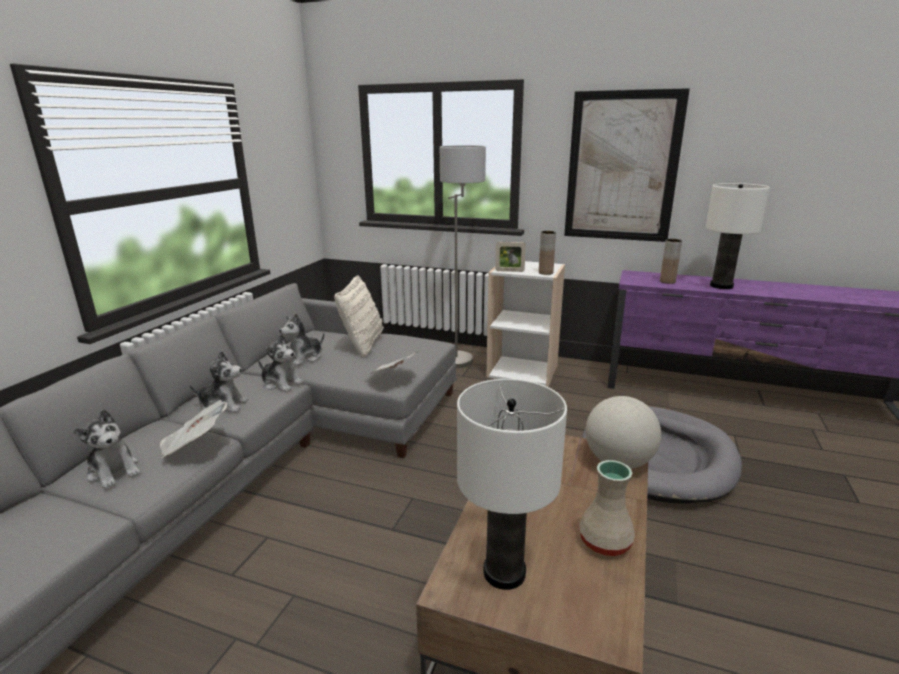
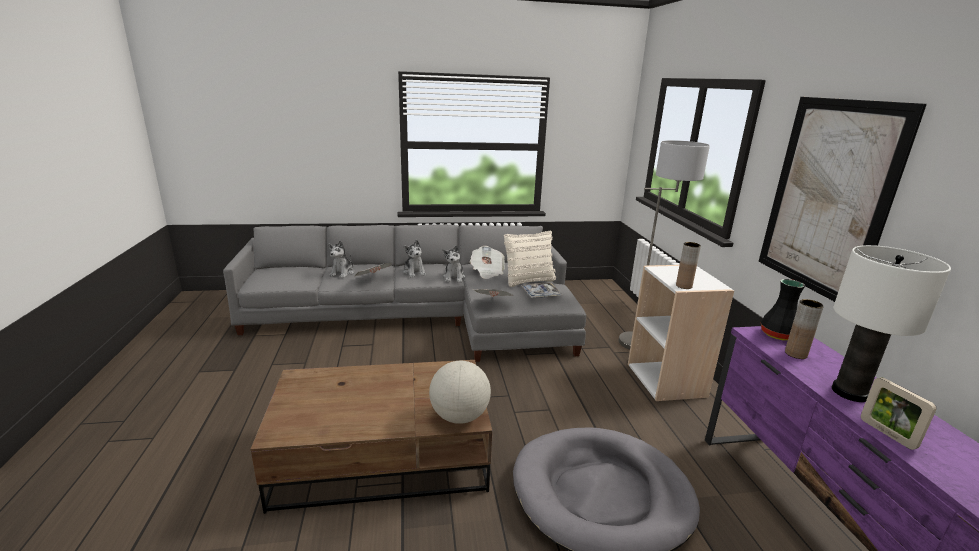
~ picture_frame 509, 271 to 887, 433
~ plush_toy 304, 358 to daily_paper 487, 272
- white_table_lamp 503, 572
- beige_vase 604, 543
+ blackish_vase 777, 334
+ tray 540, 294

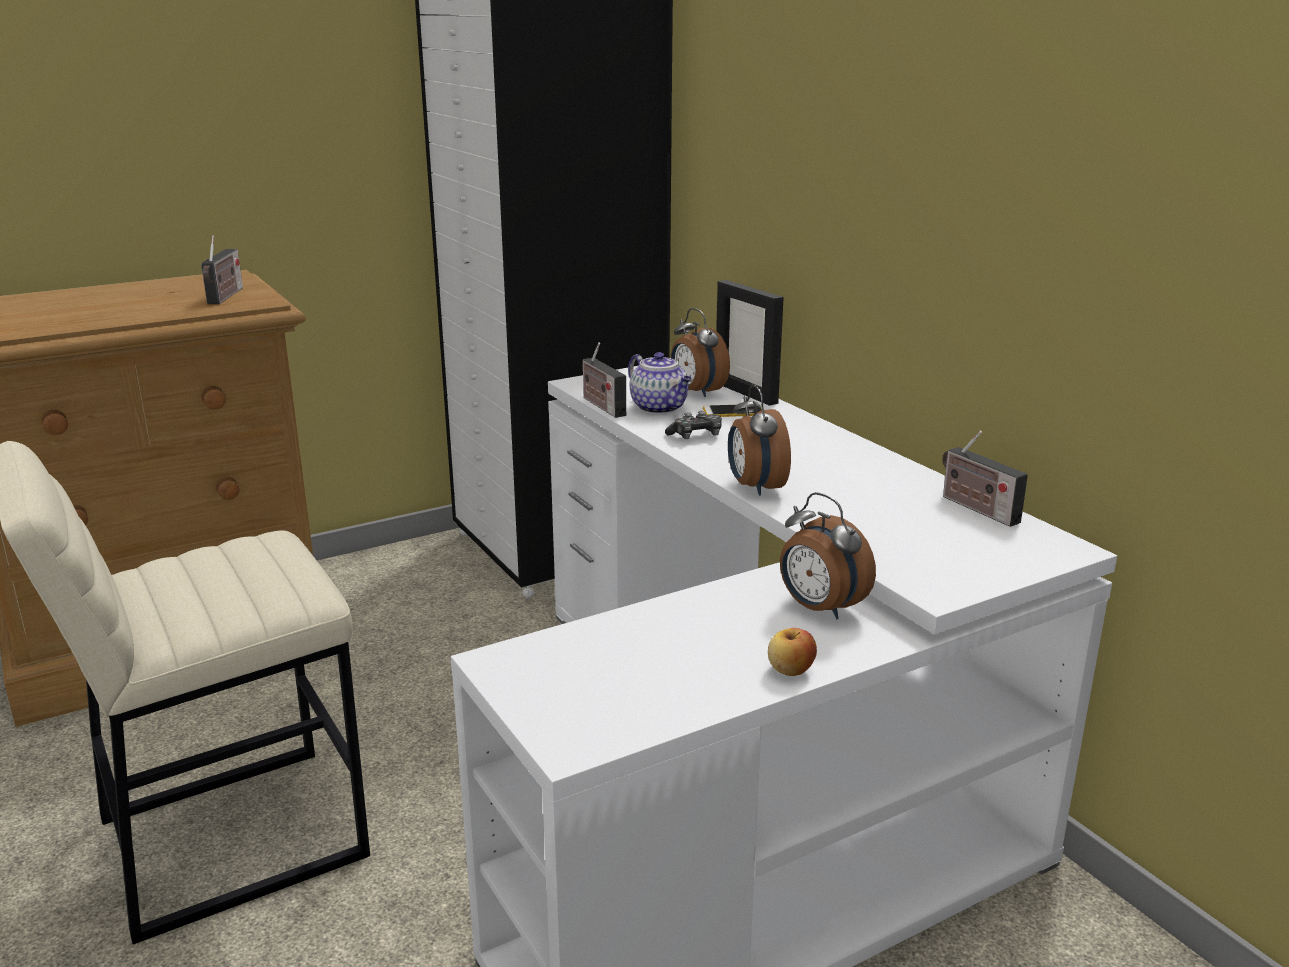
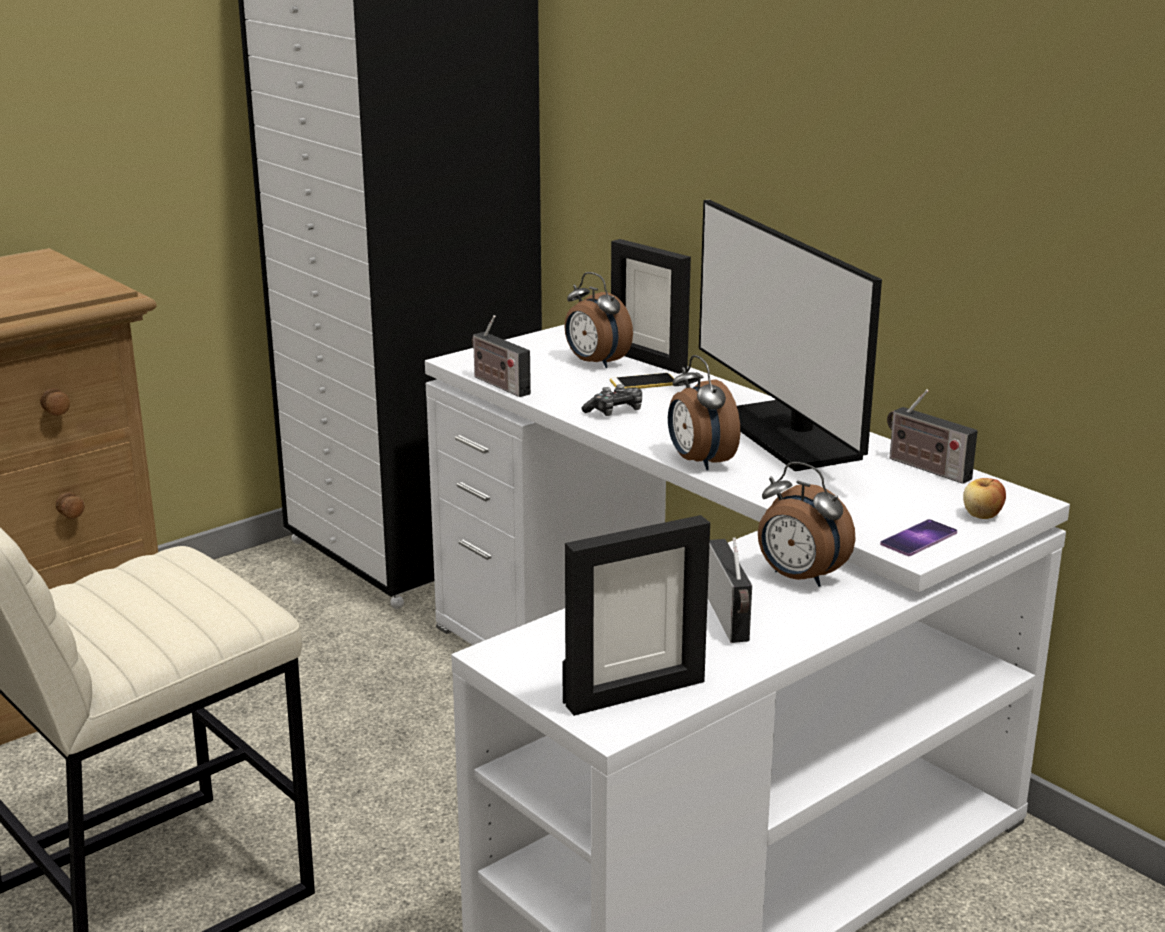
~ radio 225, 296 to 729, 619
- teapot 660, 408
~ apple 790, 670 to 982, 515
+ computer_screen 787, 436
+ picture_frame 634, 692
+ handset 919, 538

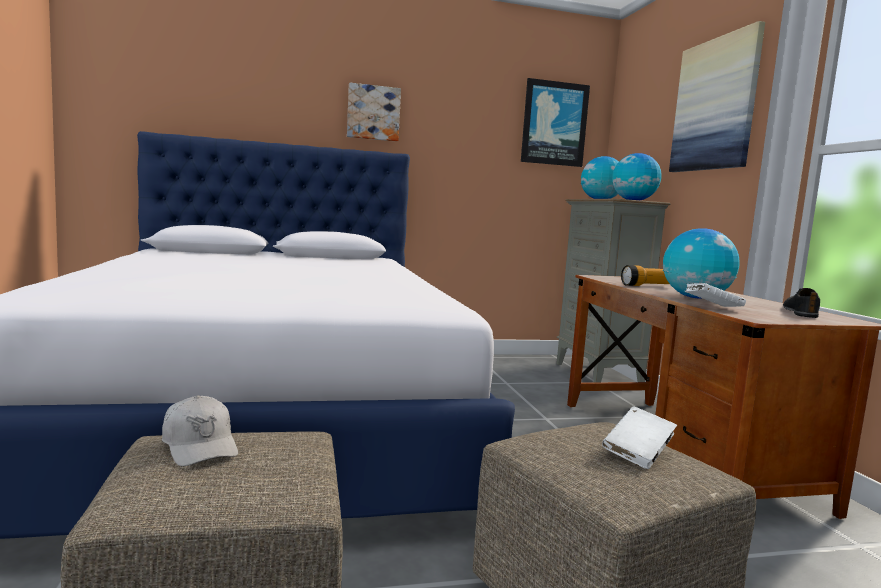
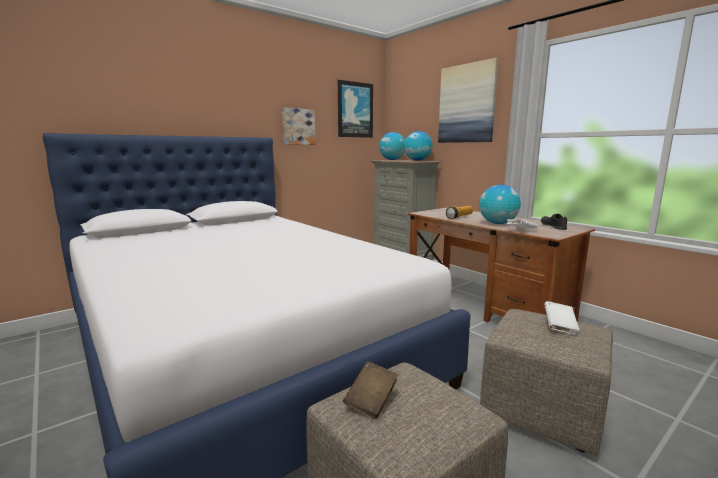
~ wall_art 373, 113 to 298, 127
~ white_peaked_cap 200, 446 to brownish_bound_book 371, 401

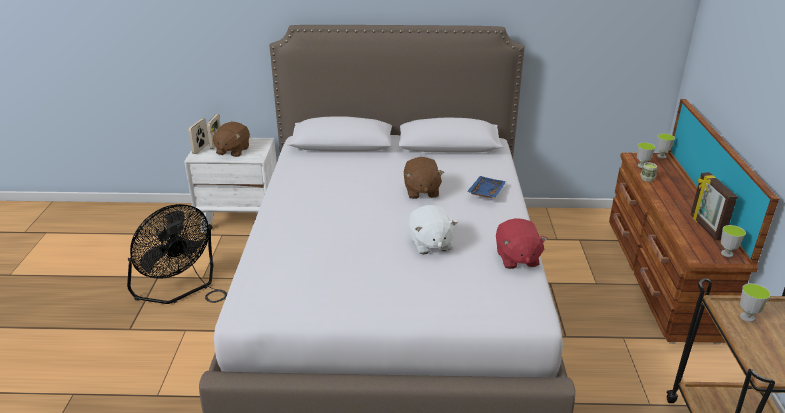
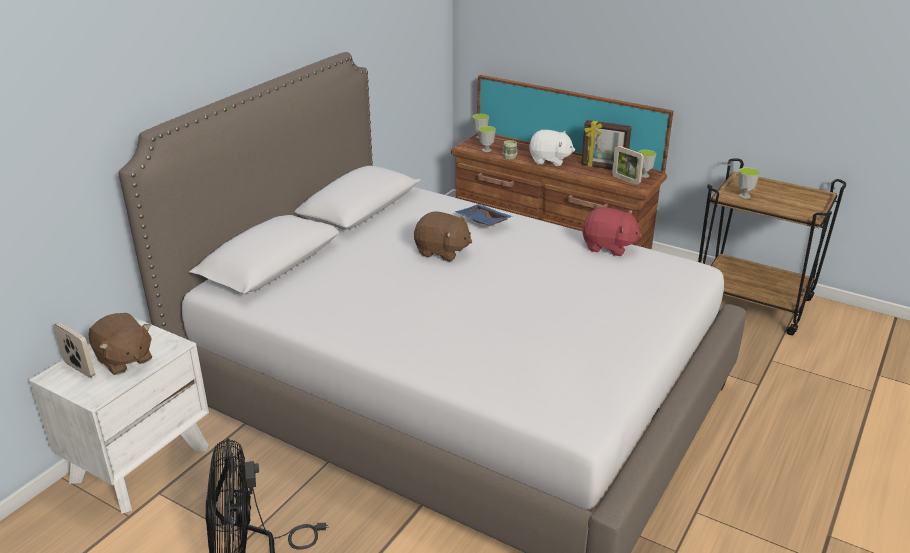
~ picture_frame 201, 148 to 626, 180
~ white_plush_toy 430, 244 to 549, 160

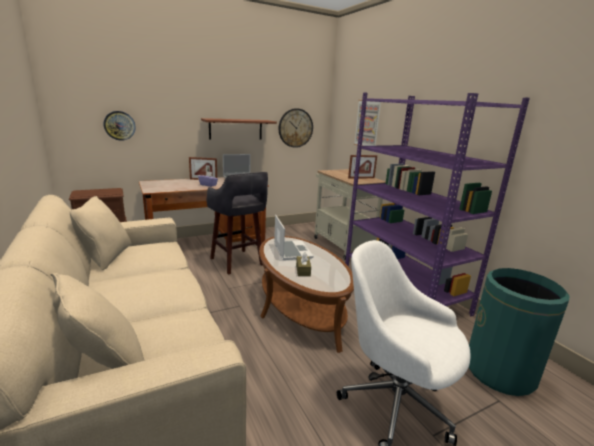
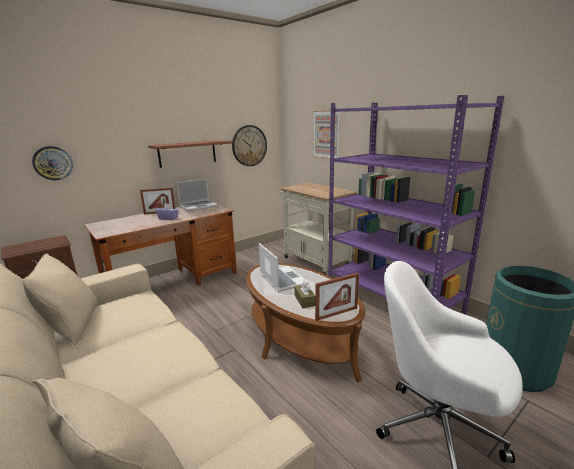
~ picture_frame 361, 178 to 336, 314
- grey_stool 237, 263

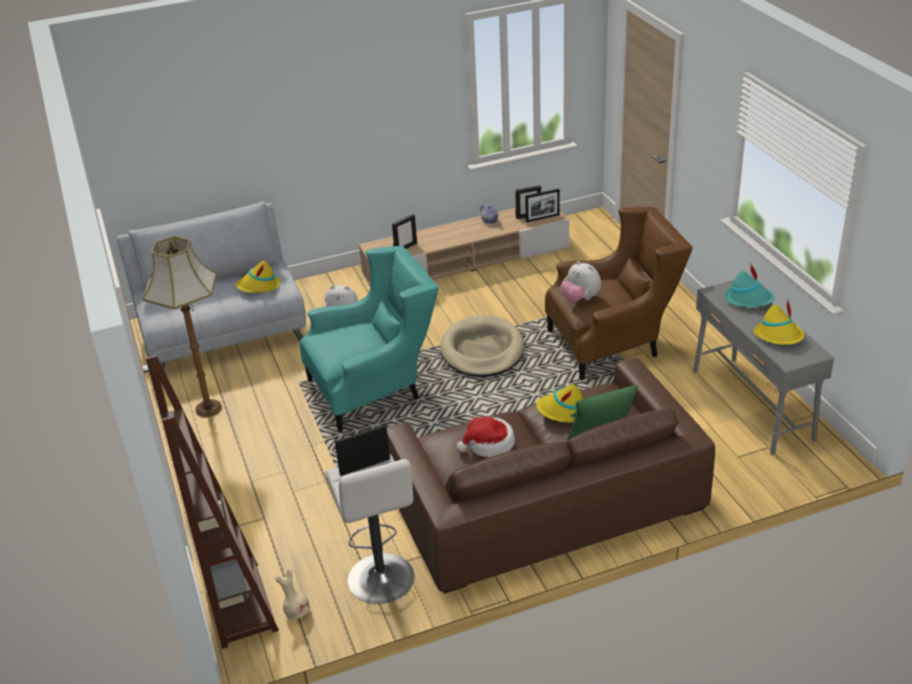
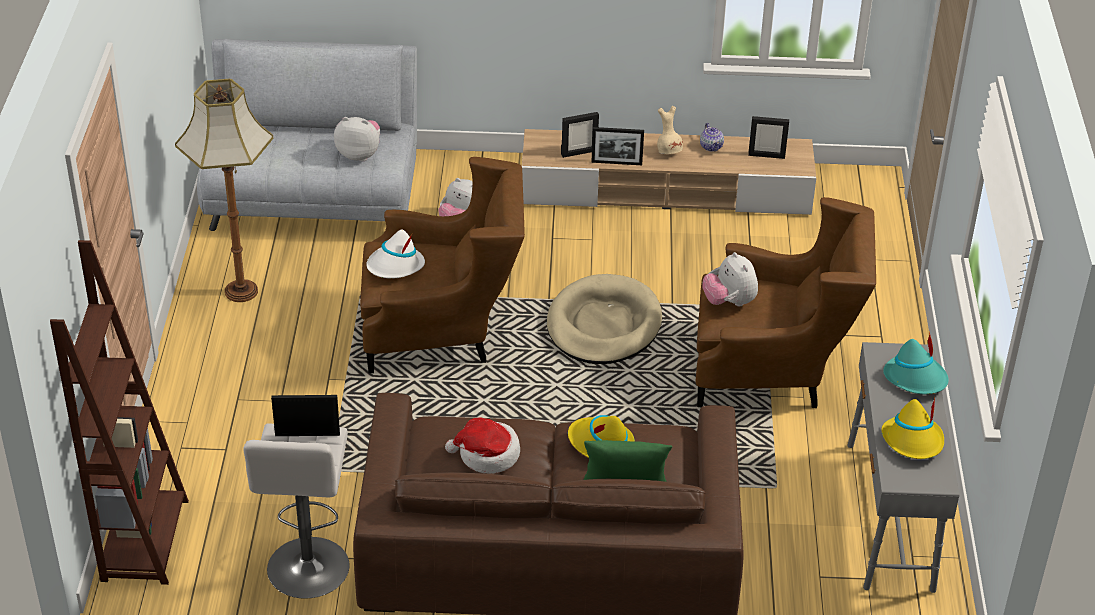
~ picture_frame 542, 218 to 616, 163
~ blue-green_lounge_chair 374, 389 to brownish_lounge_chair 442, 332
~ yellow-coloured_hat 259, 286 to plush_toy 359, 154
~ beige_vase 297, 612 to 669, 151
+ white_hat 395, 266

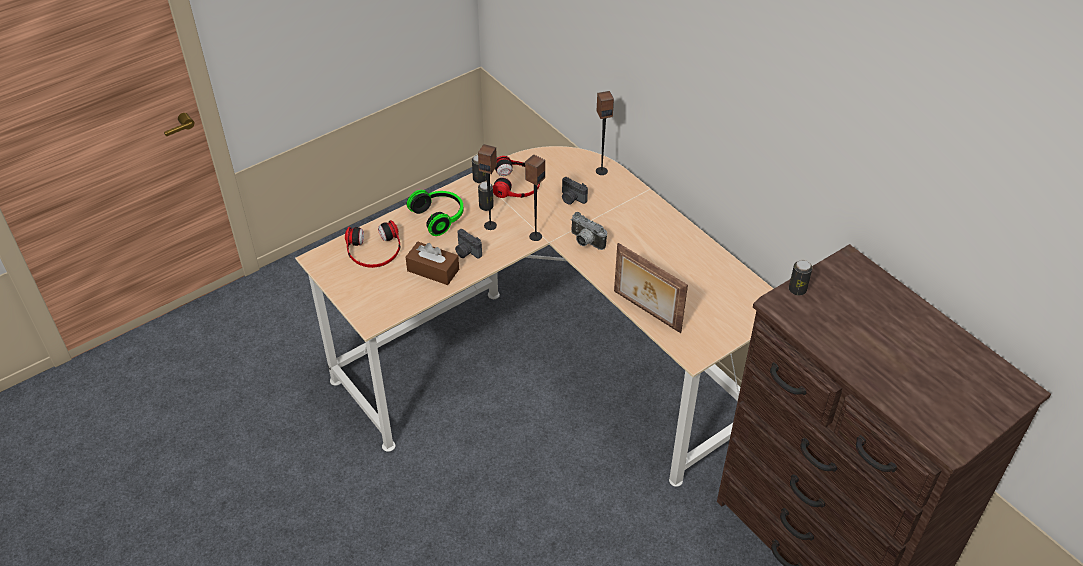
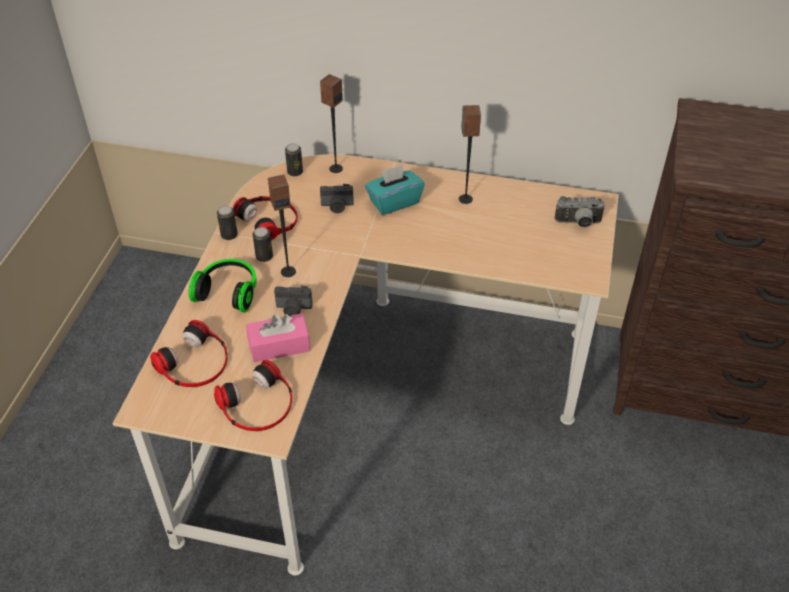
~ loudspeaker 535, 236 to 465, 199
~ still_camera 585, 242 to 578, 223
~ brownish_tissue_holder 433, 270 to pink_tissue_holder 279, 346
- picture_frame 646, 312
~ sealed_can 797, 289 to 295, 172
+ blue-green_tissue_holder 394, 202
+ headset 258, 404

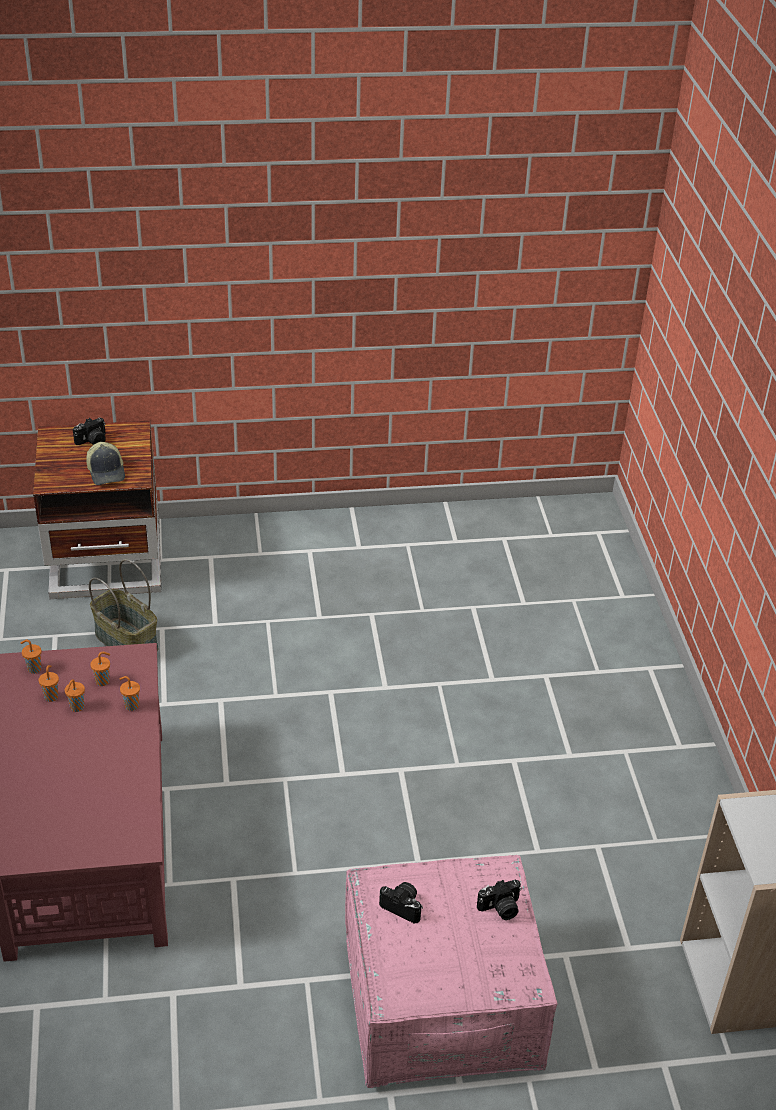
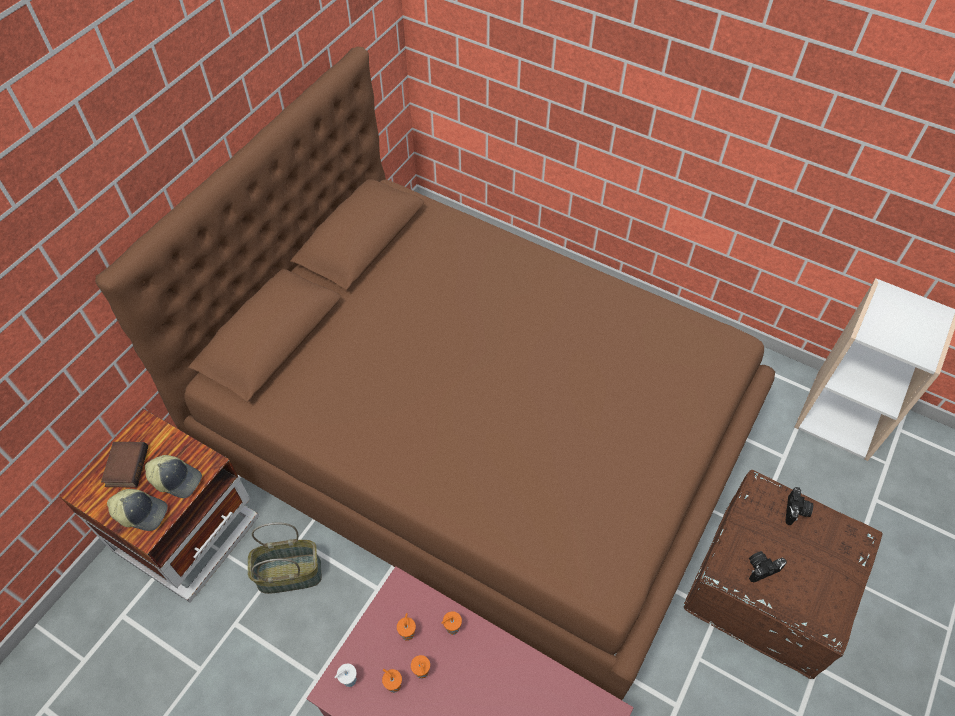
~ still_camera 92, 441 to bound_book 126, 466
~ orange-coloured_cup 33, 669 to white_cup 348, 680
~ pink_pouffe 442, 1004 to brownish_pouffe 765, 588
+ brownish_bedroom_bed 476, 436
+ peaked_cap 141, 512

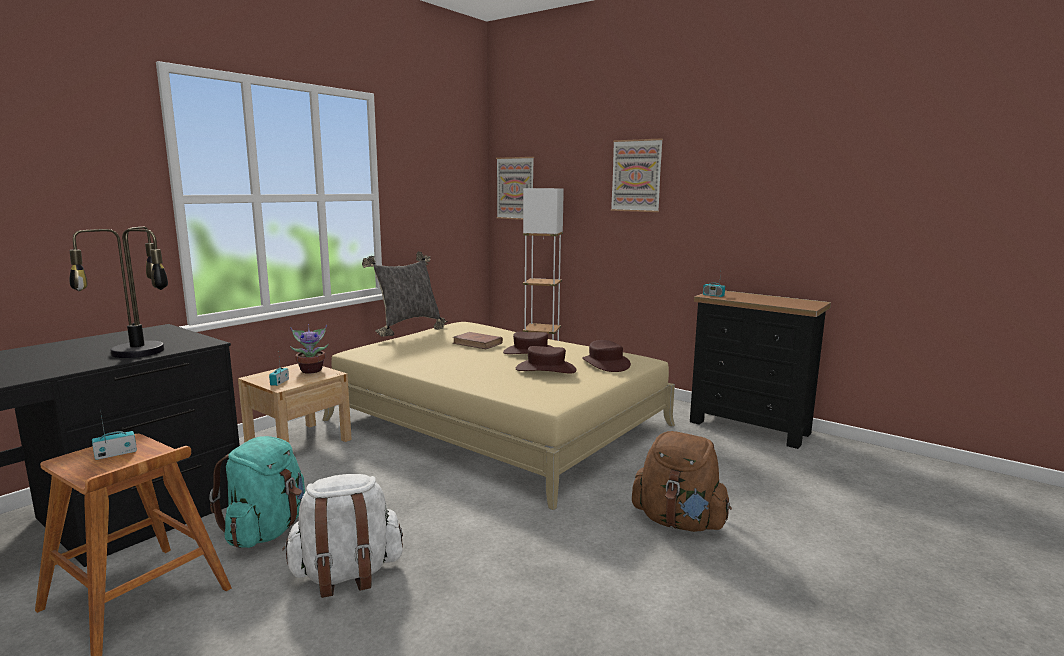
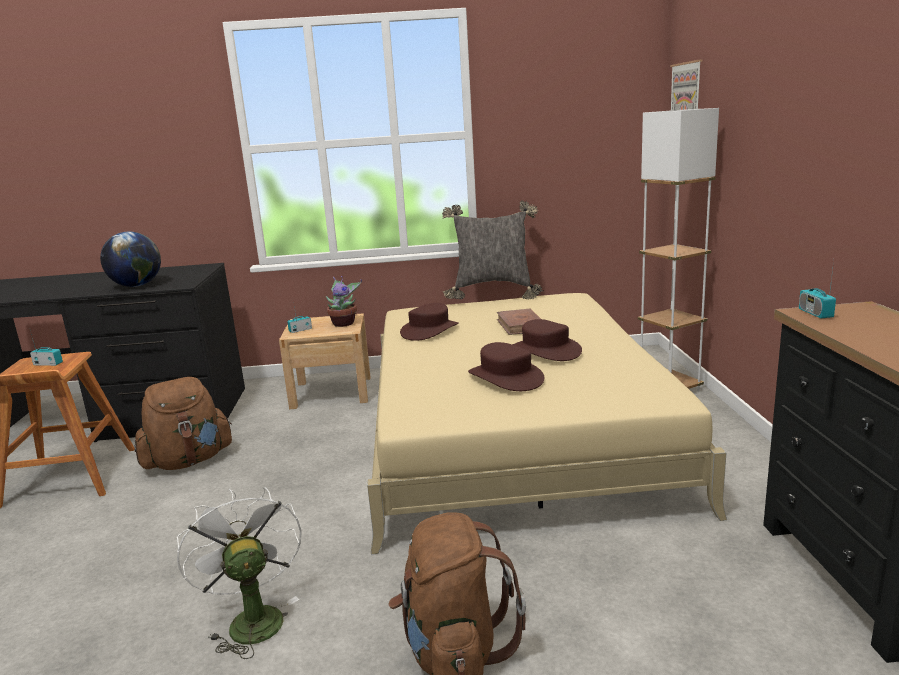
- wall_art 636, 176
~ table_lamp 138, 352 to globe 136, 286
~ brownish_hat 605, 364 to 429, 330
~ blue-green_knapsack 267, 530 to brownish_knapsack 188, 461
- white_knapsack 346, 574
+ white_cooling_fan 252, 618

